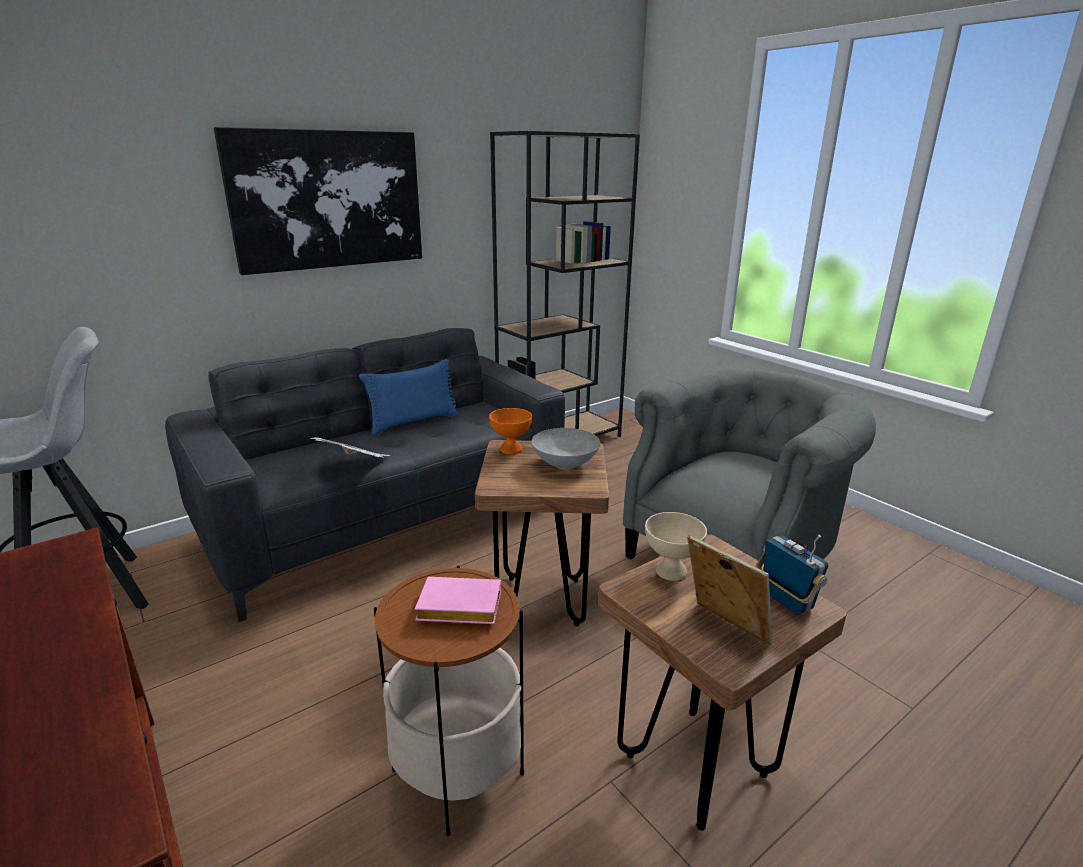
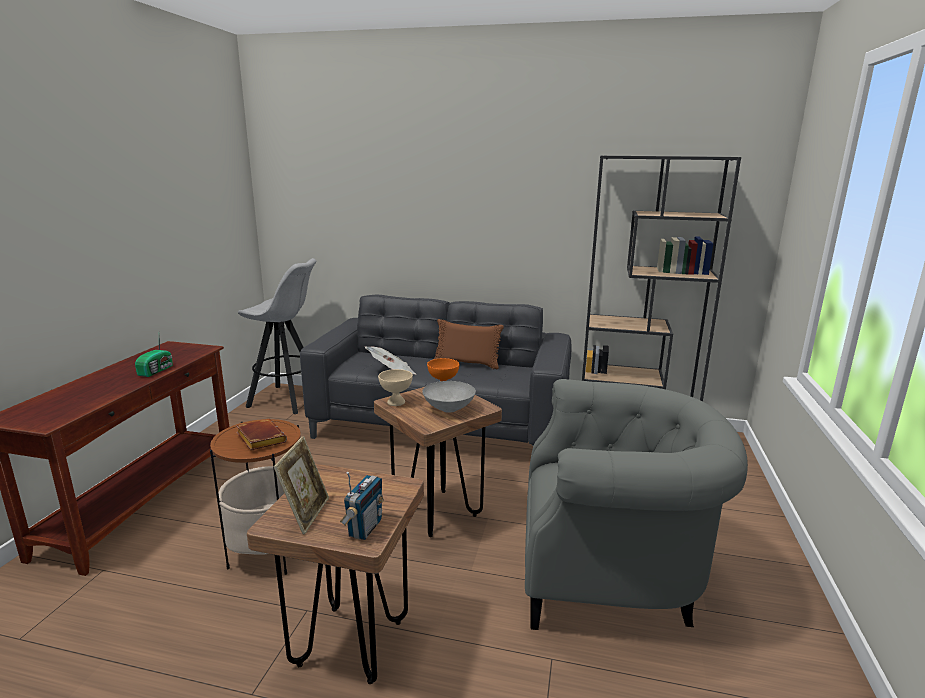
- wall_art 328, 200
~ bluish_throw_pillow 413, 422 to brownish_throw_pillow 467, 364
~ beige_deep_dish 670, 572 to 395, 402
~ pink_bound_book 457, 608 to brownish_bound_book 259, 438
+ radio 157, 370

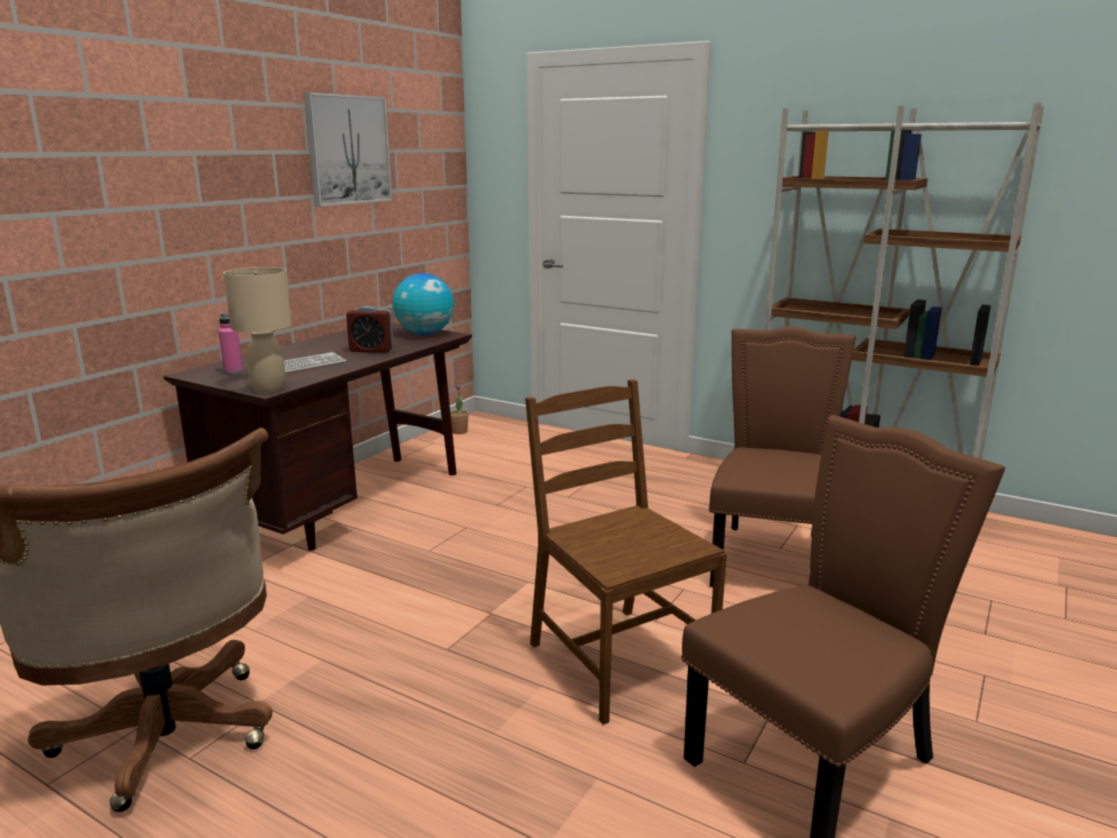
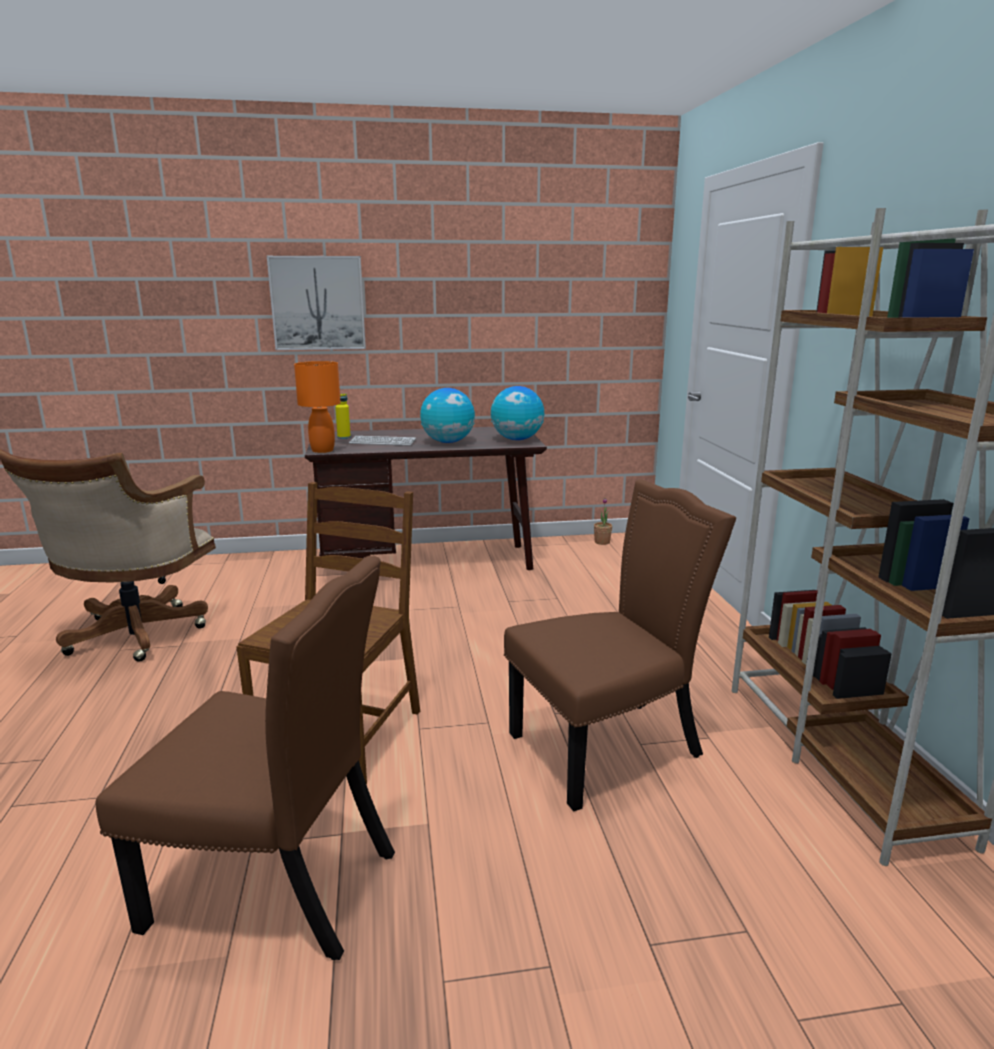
~ wall_art 348, 150 to 318, 303
~ beige_table_lamp 268, 389 to orange-coloured_table_lamp 322, 450
~ table_clock 371, 350 to globe 448, 442
~ pink_drink_bottle 233, 372 to yellow-coloured_drink_bottle 344, 437

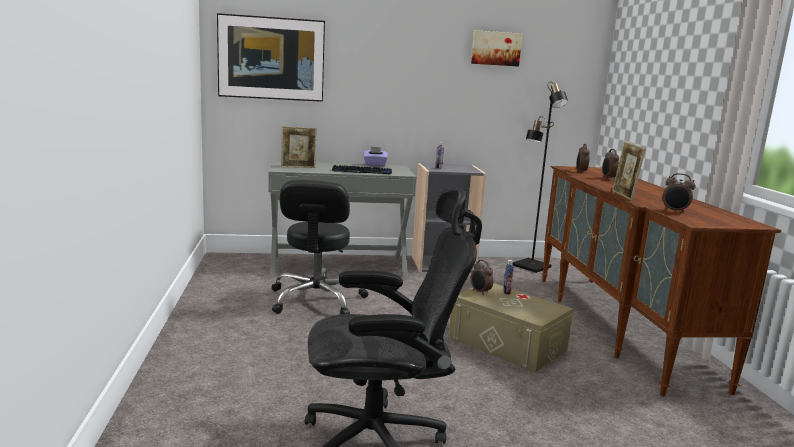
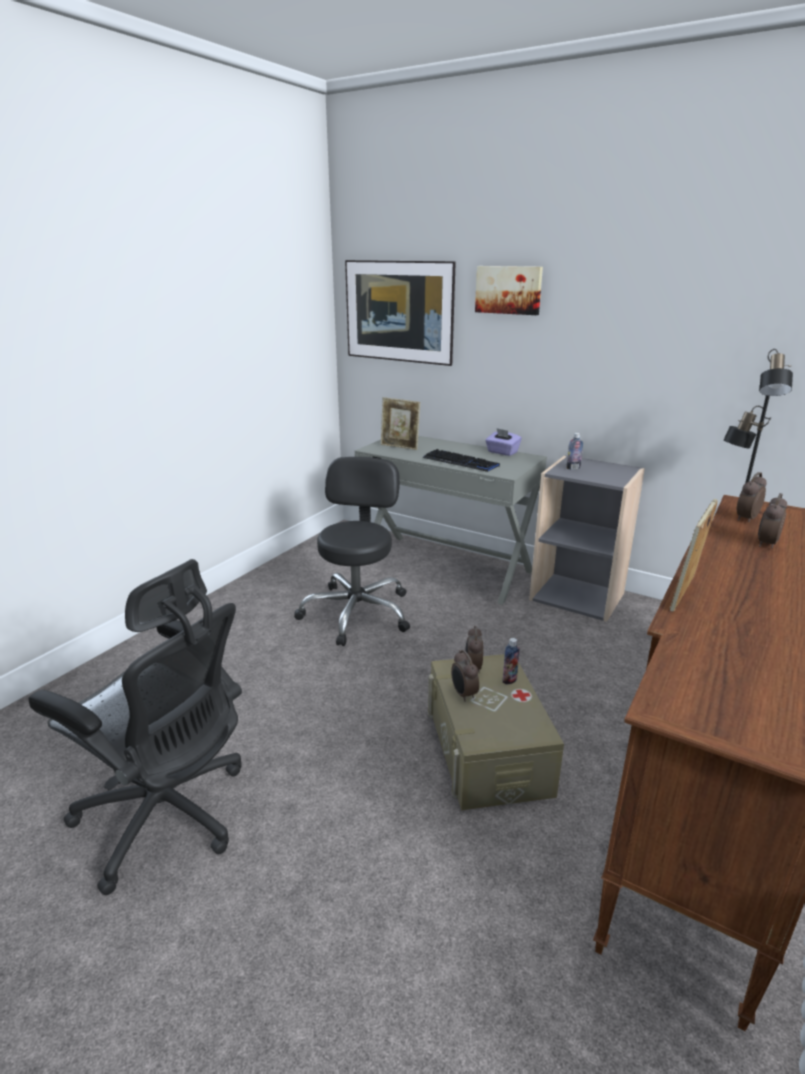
~ wall_art 495, 48 to 508, 290
~ table_clock 675, 211 to 463, 694
~ blackish_desk_chair 316, 302 = 358, 610 150 degrees clockwise

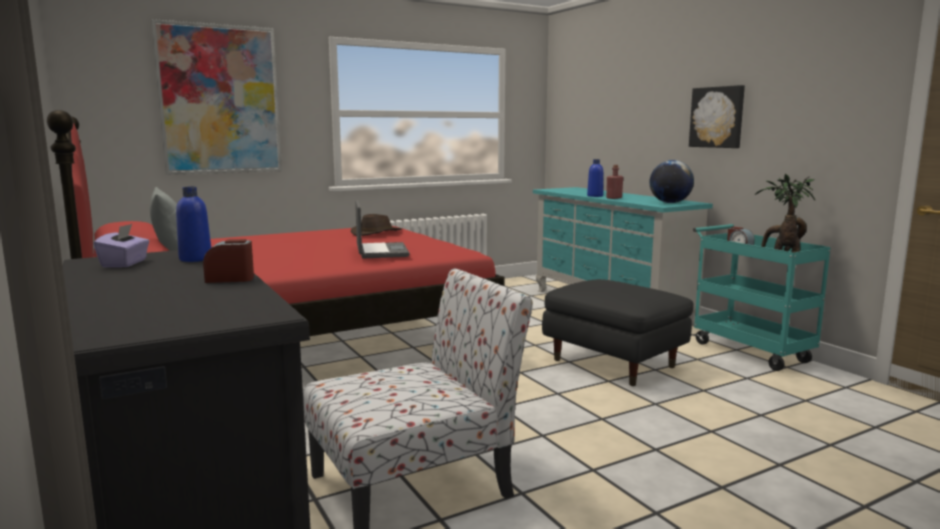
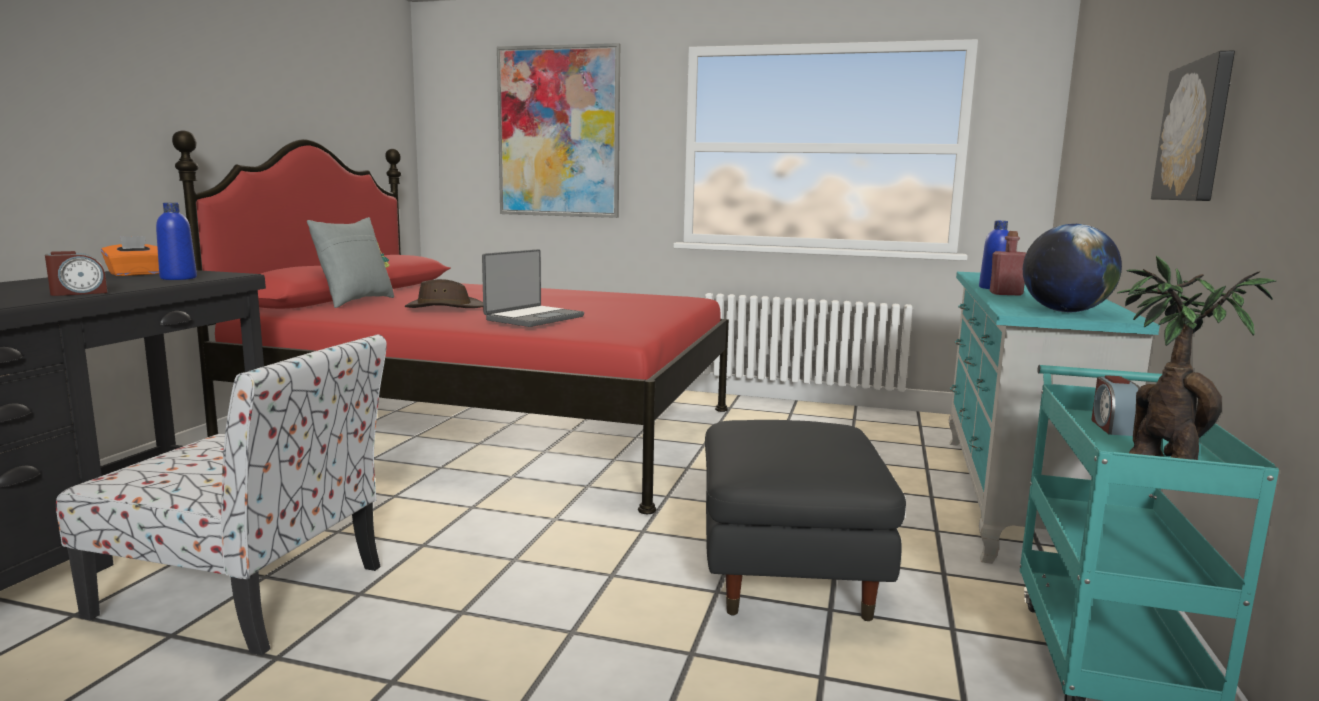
~ brownish_hat 376, 233 to 444, 307
~ purple_tissue_holder 125, 263 to orange-coloured_tissue_holder 136, 274
~ table_clock 230, 279 = 79, 293 105 degrees clockwise

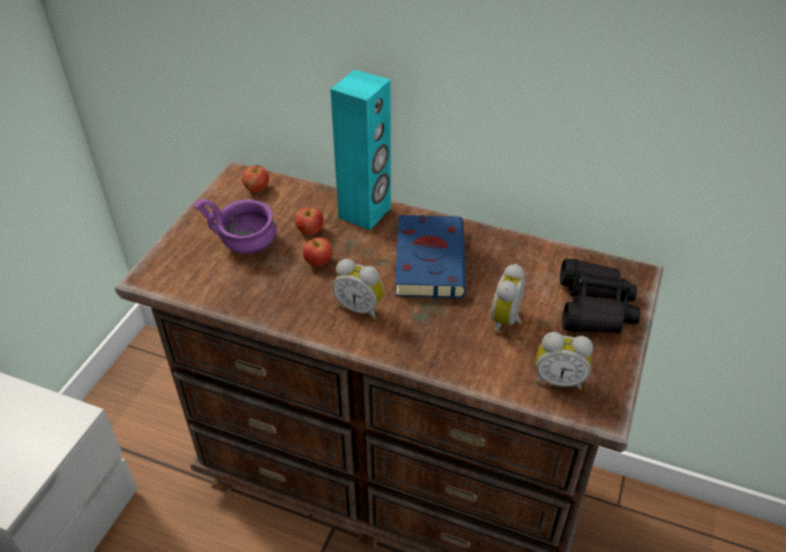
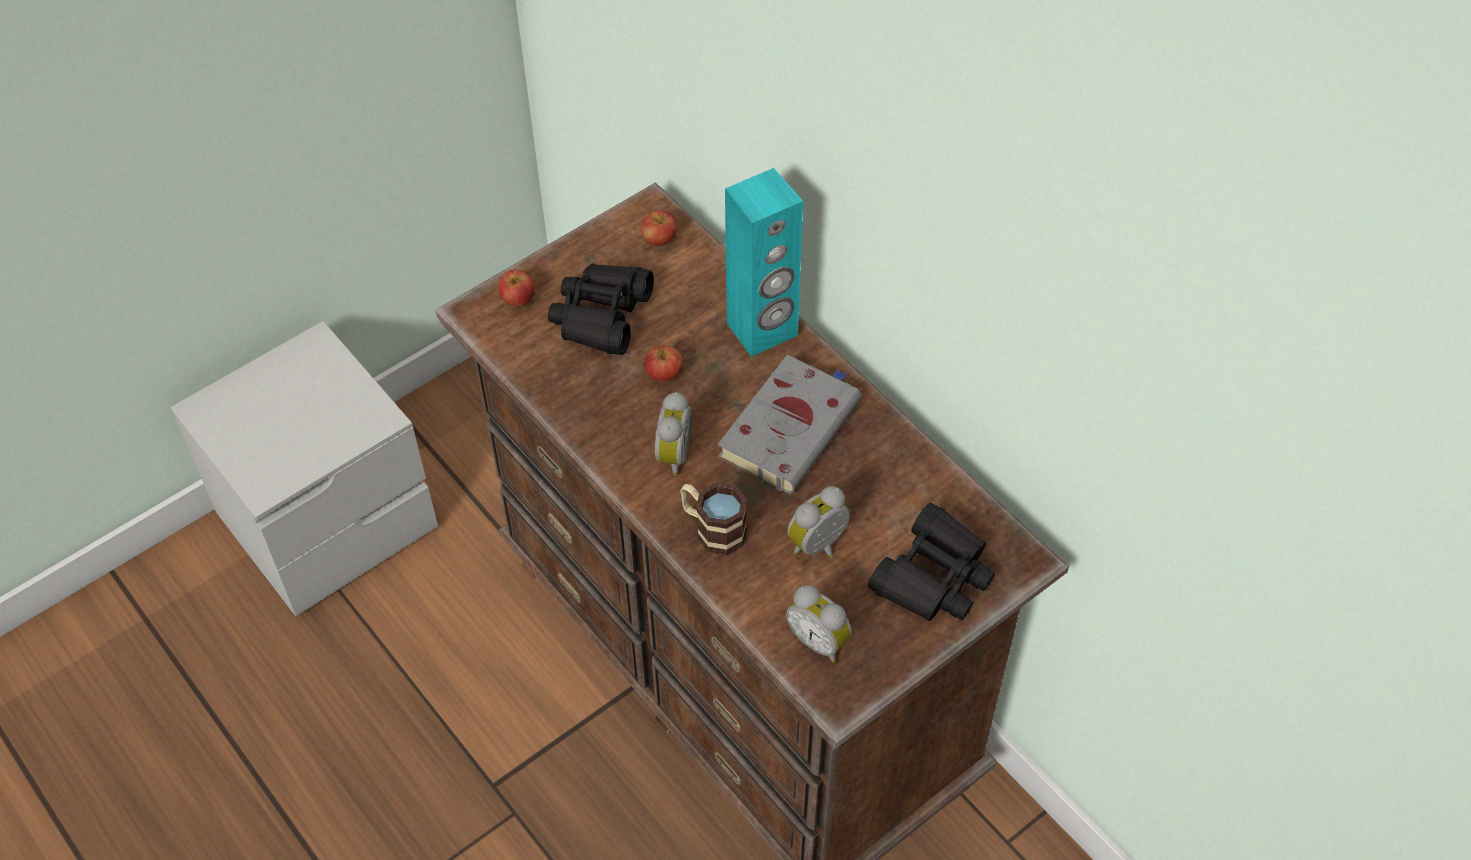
~ purple_deep_dish 247, 245 to blackish_binoculars 601, 316
~ apple 310, 231 to 518, 299
~ bluish_bound_book 429, 259 to grey_bound_book 791, 427
~ table_clock 360, 308 = 670, 454 135 degrees counterclockwise
+ coffee_mug 712, 528

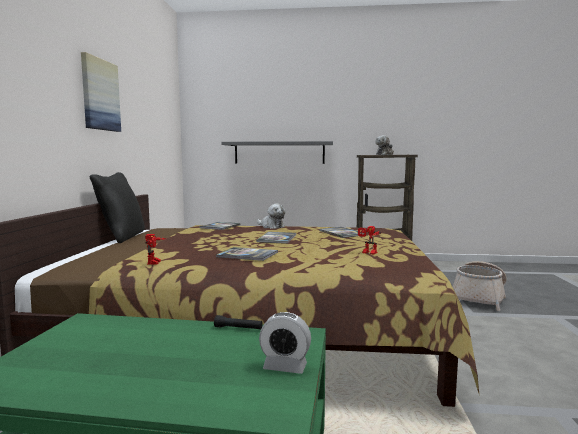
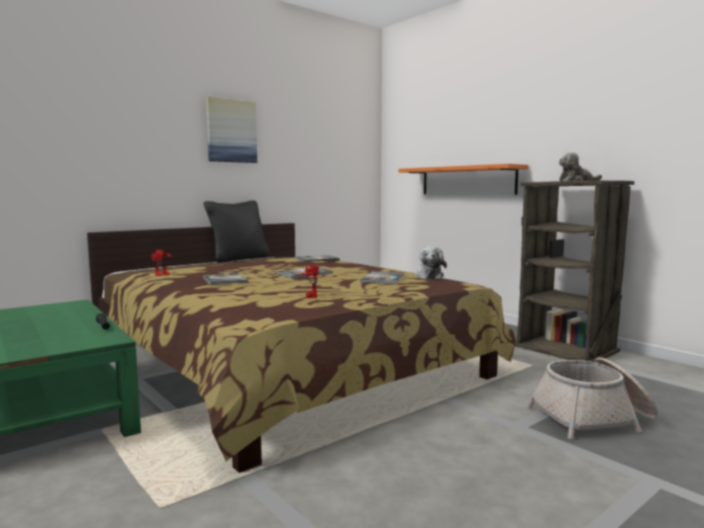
~ grey_bracket_shelf 279, 153 to orange-coloured_bracket_shelf 467, 180
~ plush_toy 271, 226 to 428, 276
- table_clock 285, 367

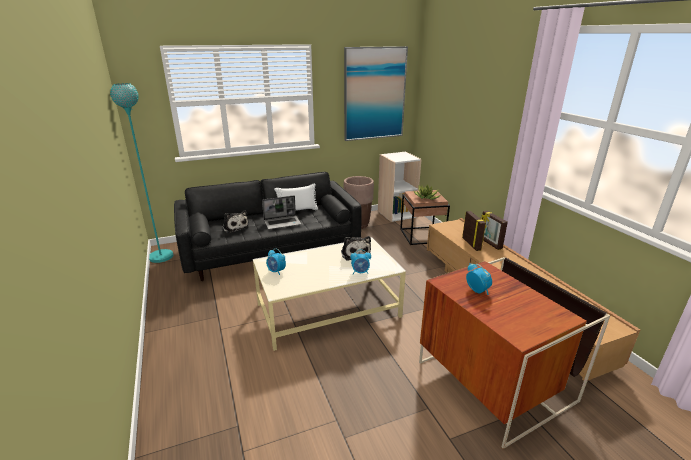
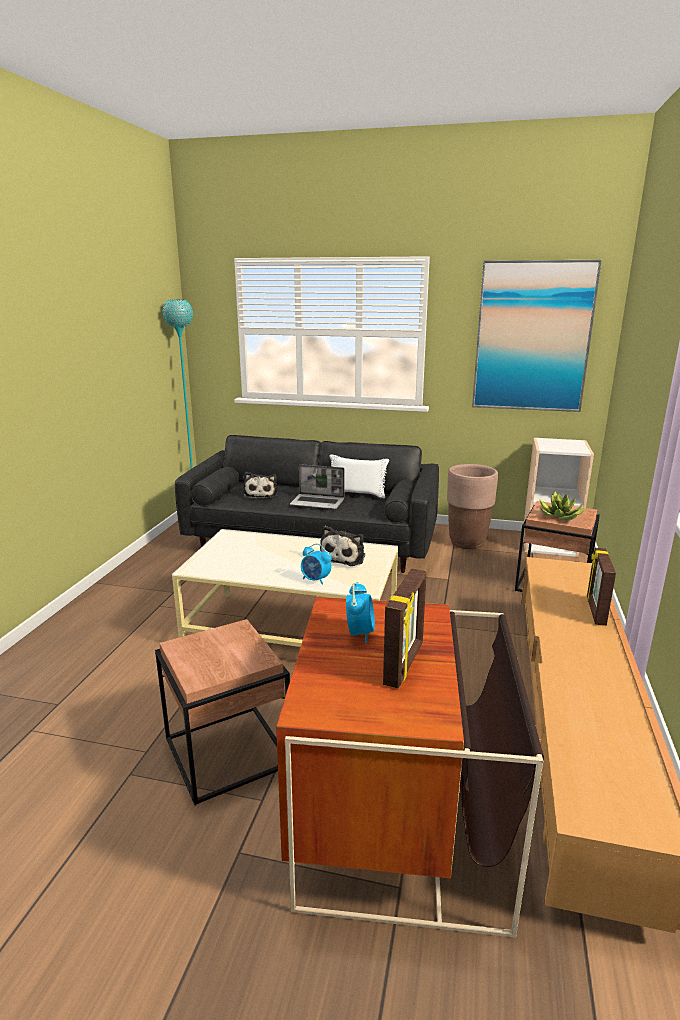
~ picture_frame 471, 244 to 405, 664
- table_clock 276, 271
+ brownish_end_table 226, 752

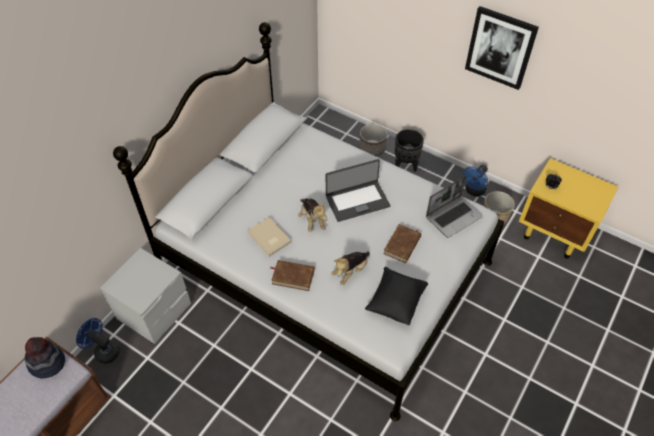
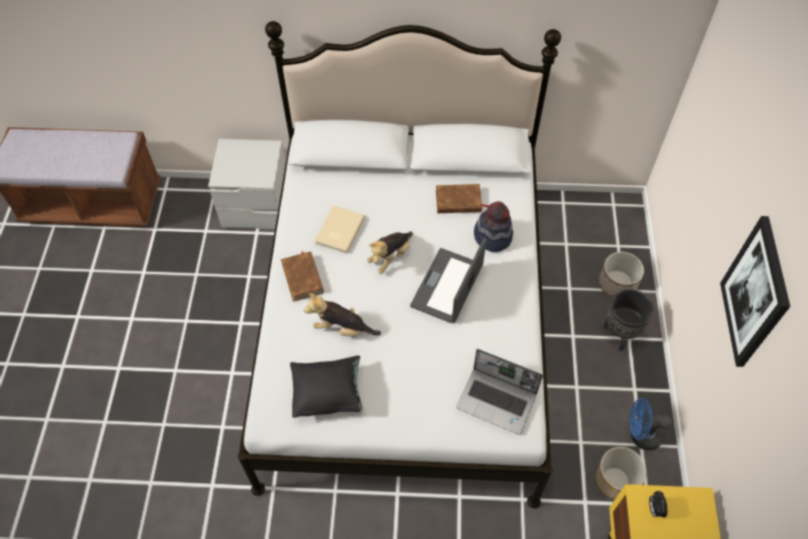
~ laptop 357, 201 = 448, 286 75 degrees clockwise
~ brownish_bound_book 402, 245 to 458, 201
- bluish_cooling_fan 103, 351
~ hat 47, 363 to 492, 236

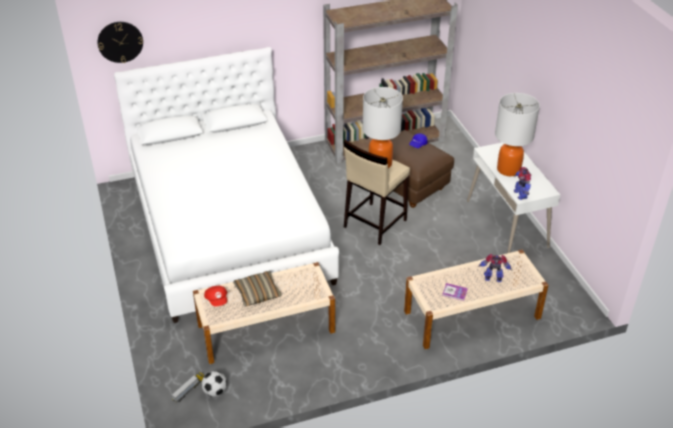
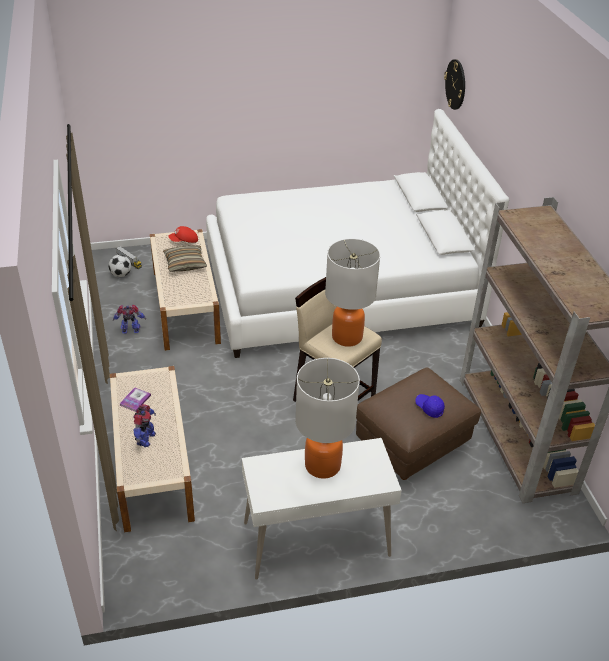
~ toy_robot 520, 194 to 131, 331

